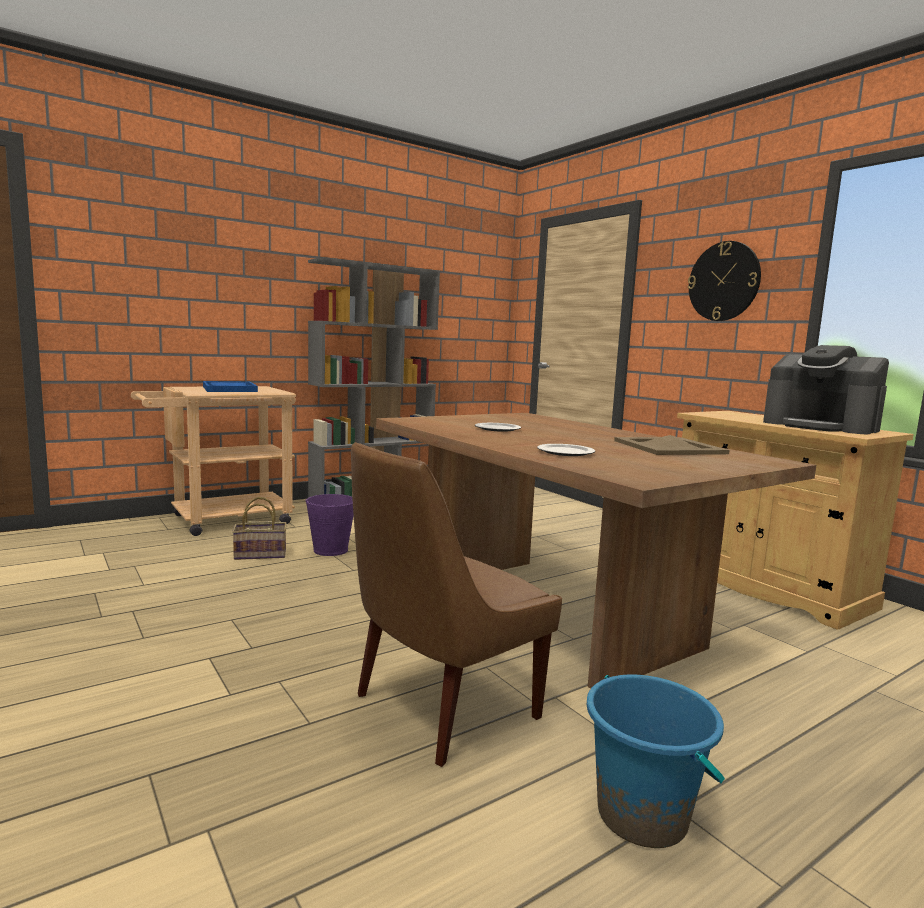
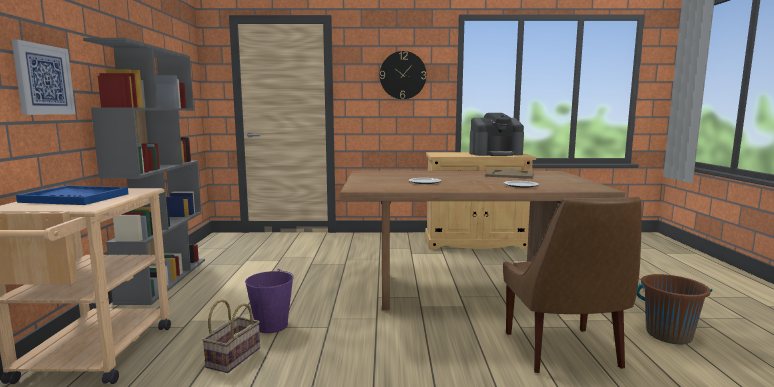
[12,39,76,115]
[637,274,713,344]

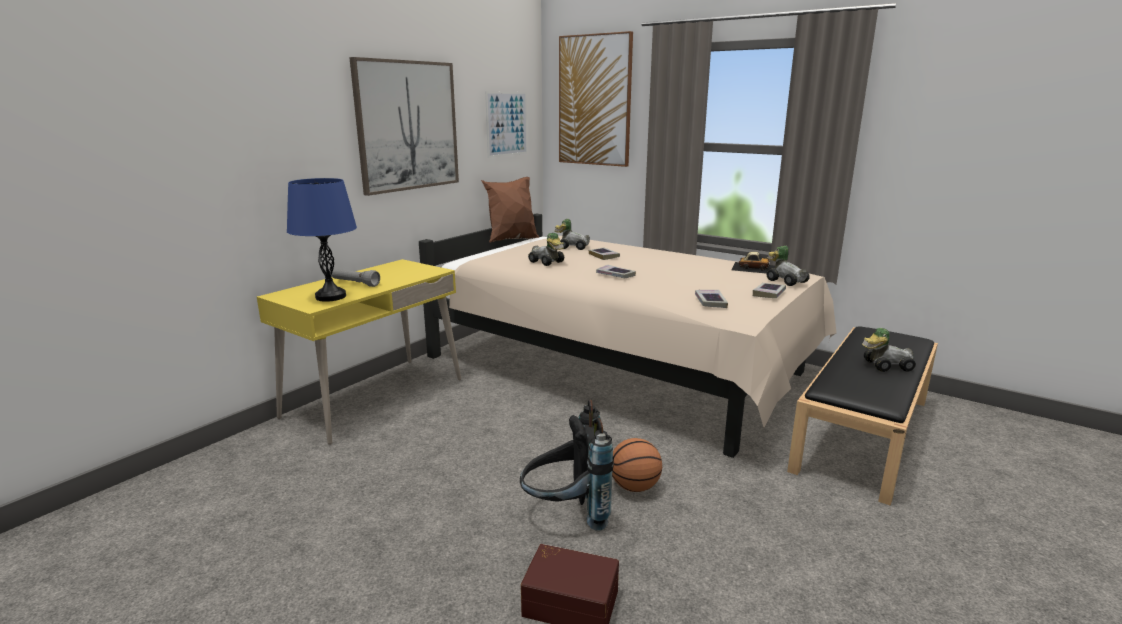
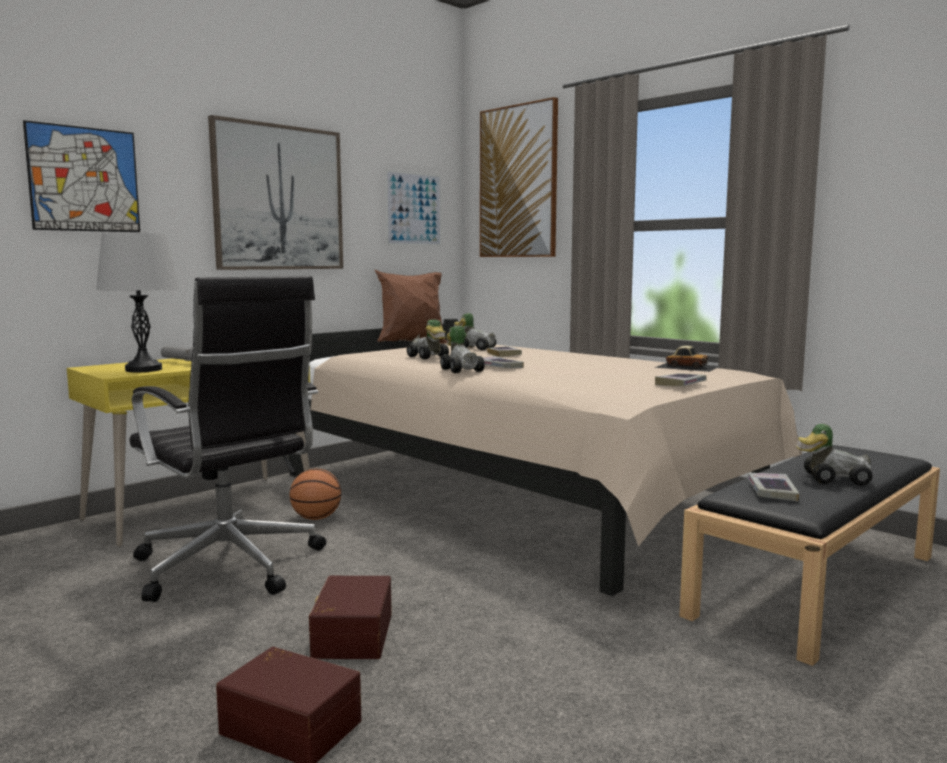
[23,120,140,232]
[129,276,326,602]
[289,468,342,520]
[748,473,799,501]
[440,326,485,373]
[309,576,392,659]
[96,232,179,372]

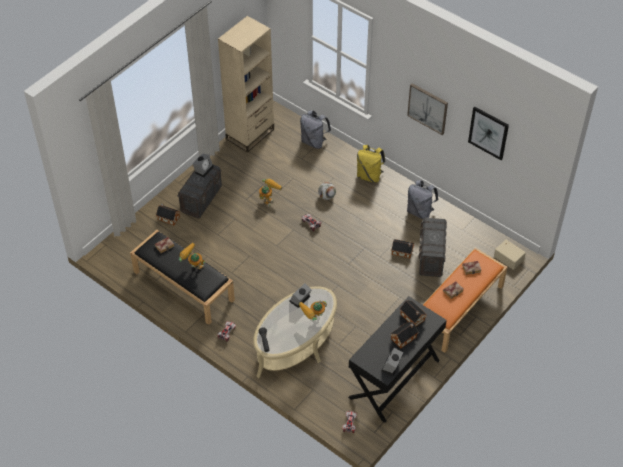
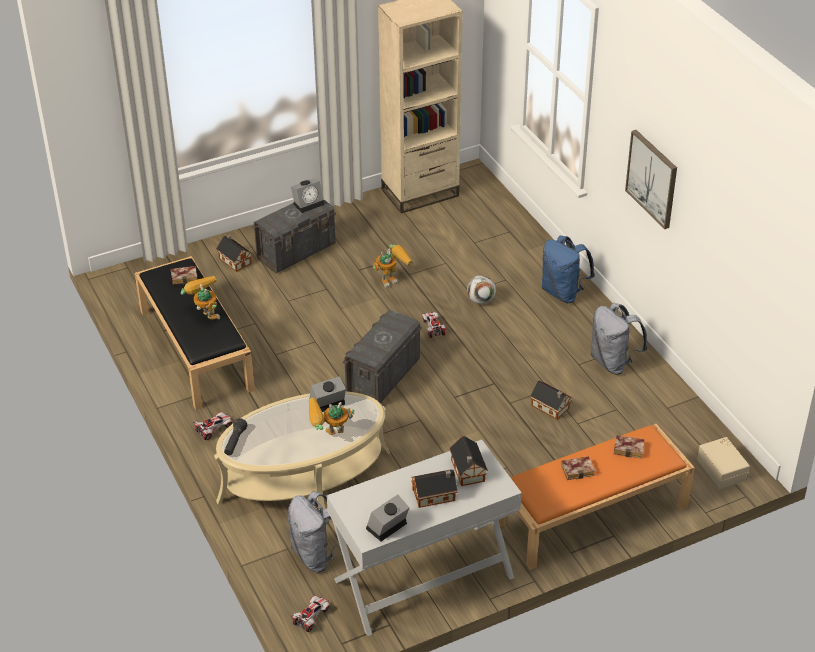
[468,107,509,160] (first image)
[288,491,348,572]
[343,310,422,403]
[327,440,522,636]
[542,236,595,303]

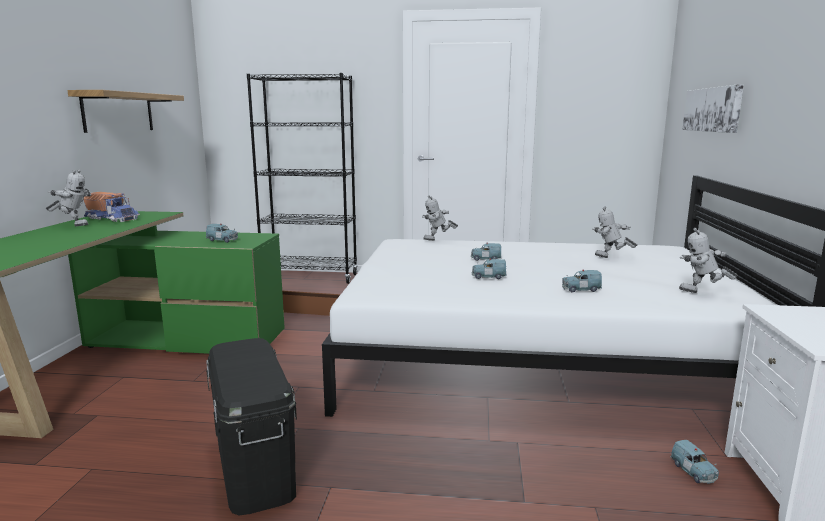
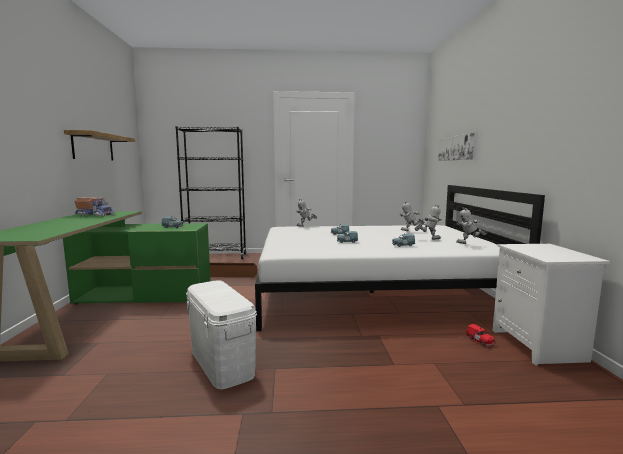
[414,205,442,240]
[186,280,257,389]
[466,324,495,347]

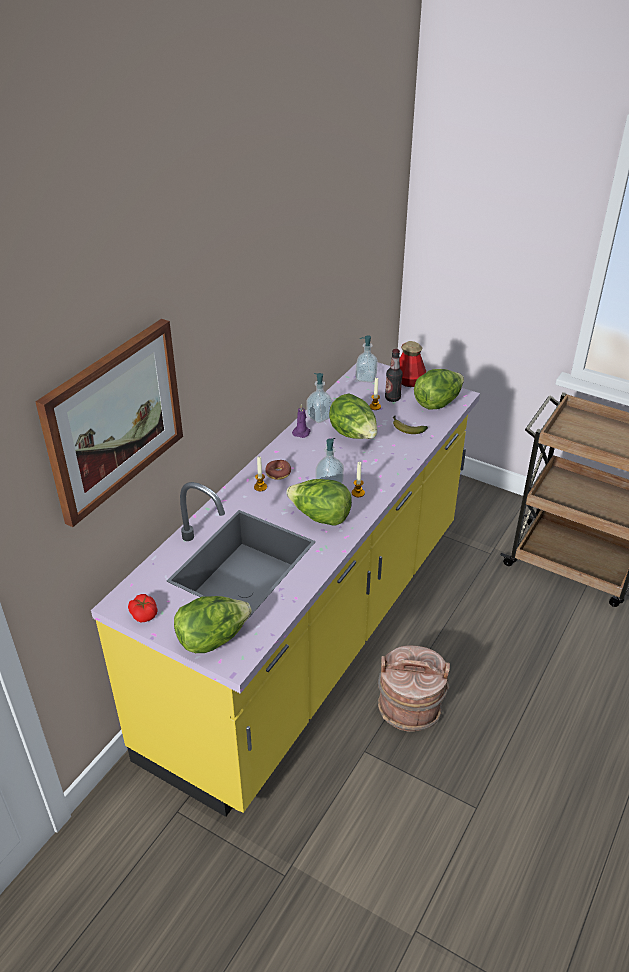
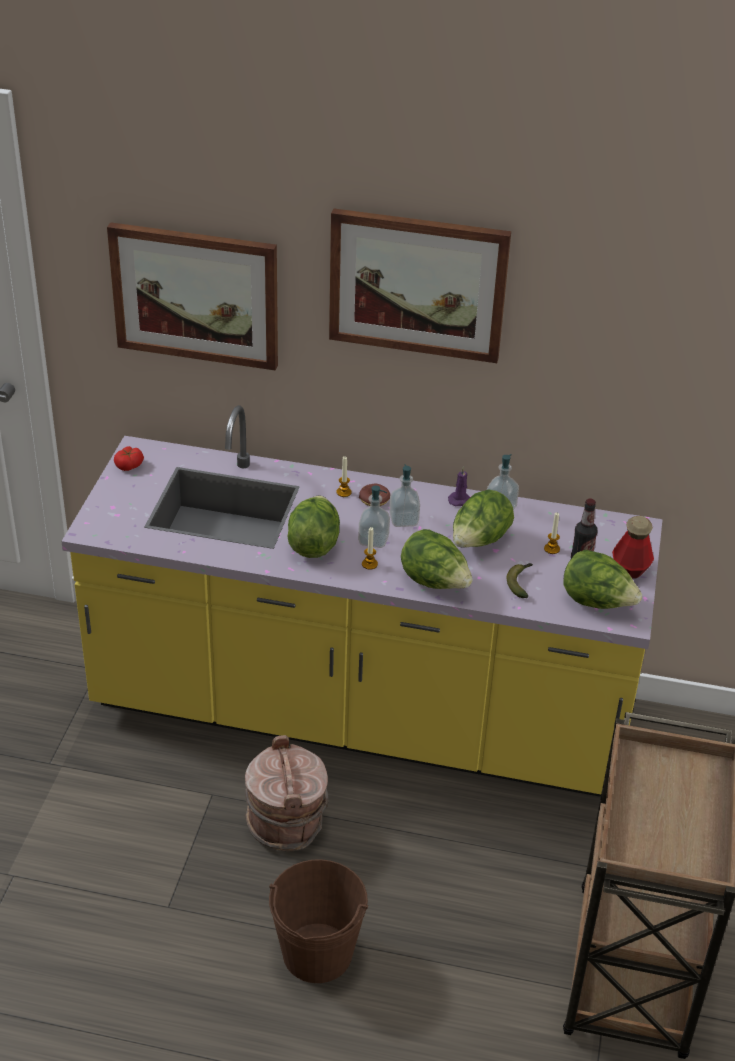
[269,859,368,983]
[329,209,511,363]
[401,529,473,589]
[389,464,420,527]

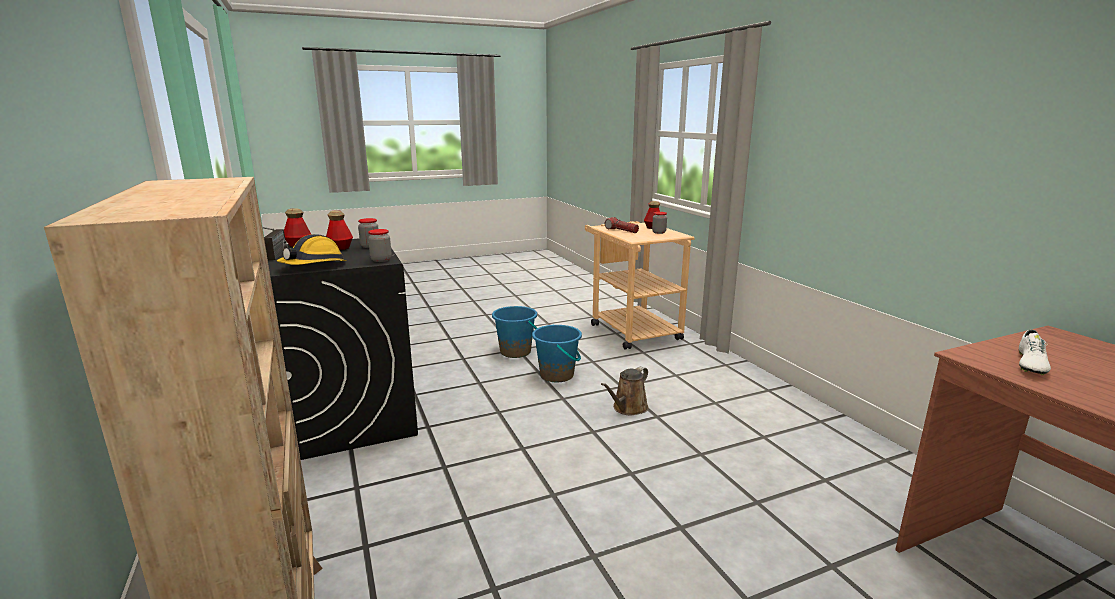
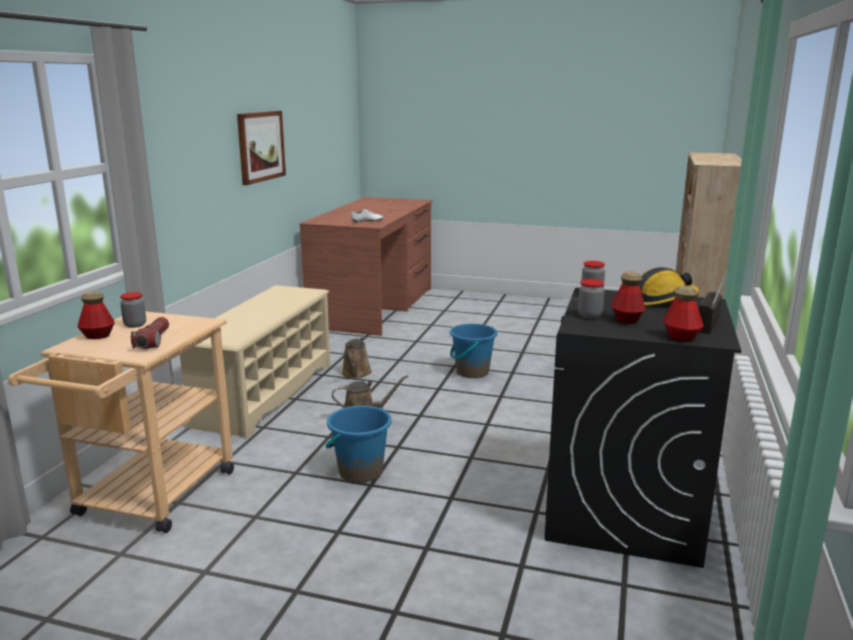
[180,285,330,439]
[237,111,286,185]
[341,337,372,379]
[450,324,498,378]

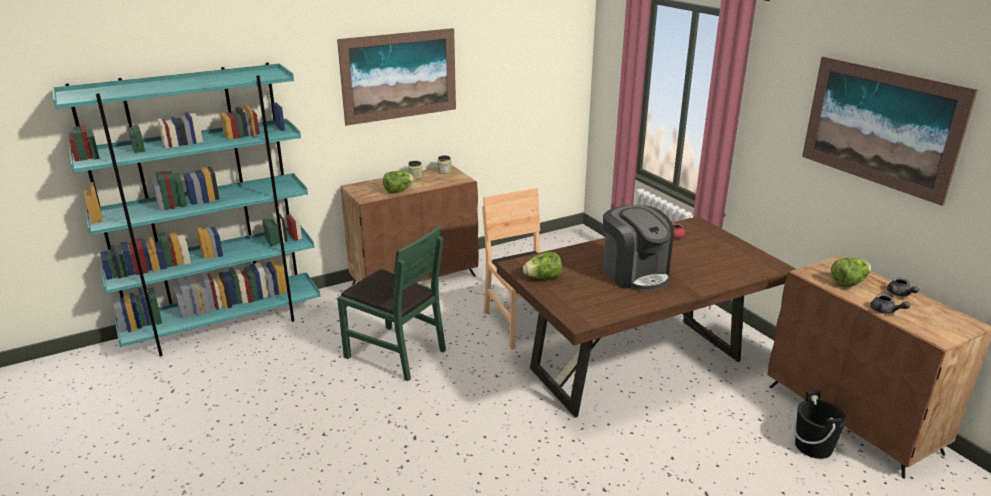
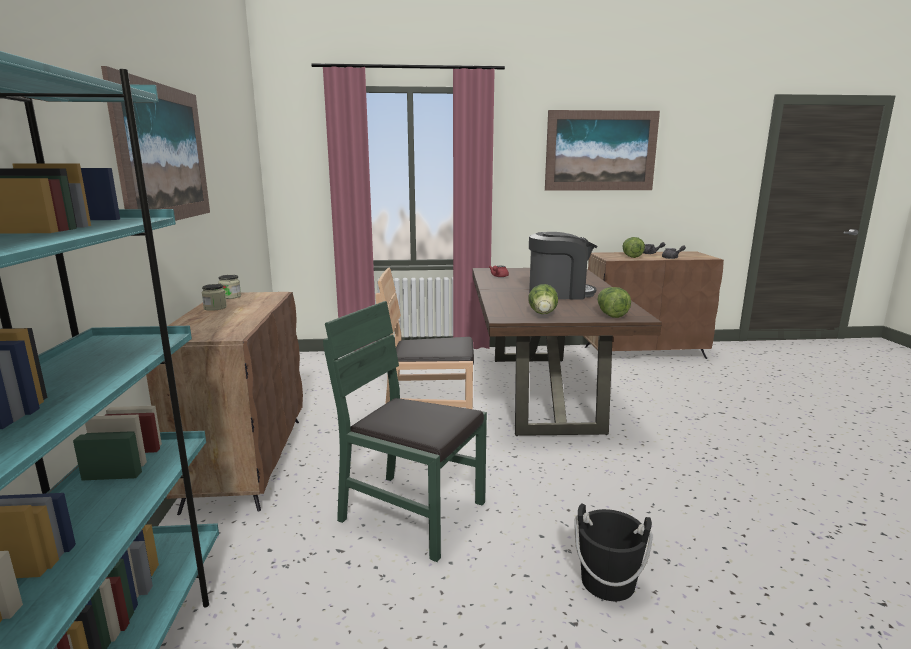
[597,287,631,318]
[574,503,653,601]
[323,301,487,562]

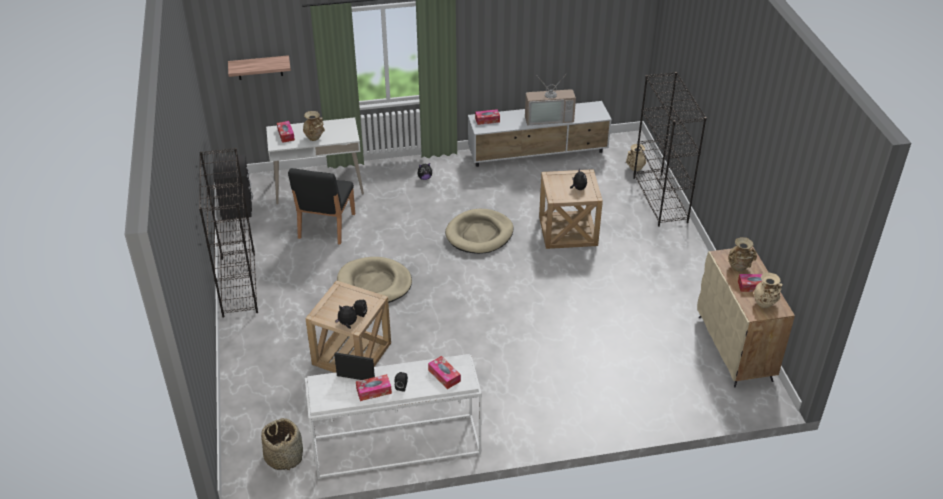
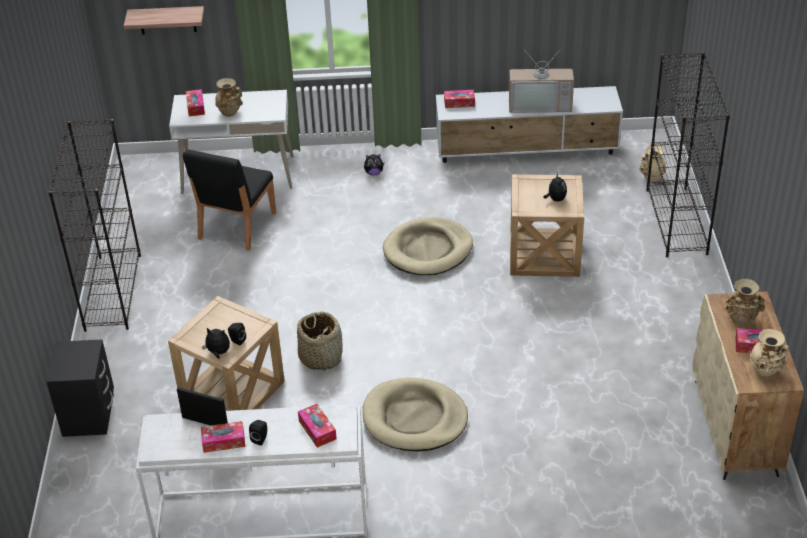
[46,339,114,437]
[297,311,343,371]
[362,378,468,451]

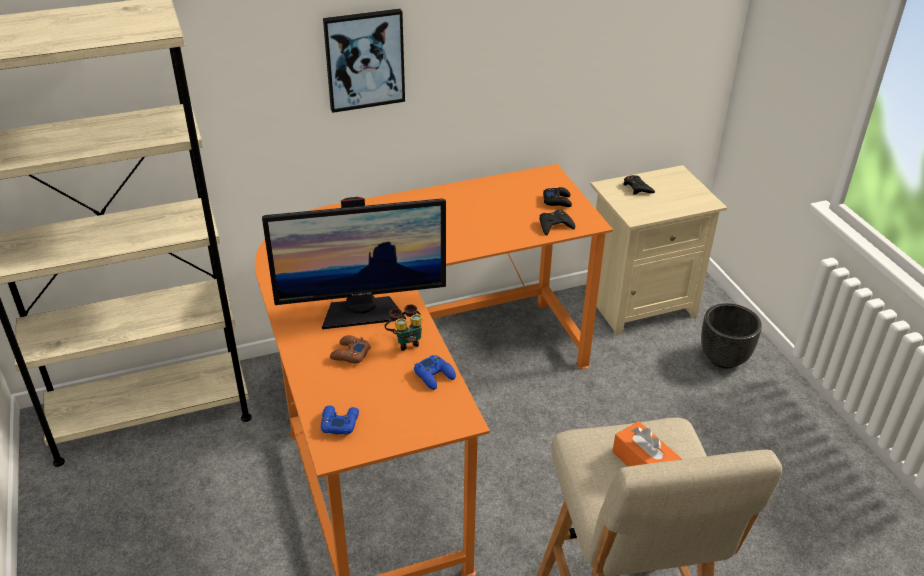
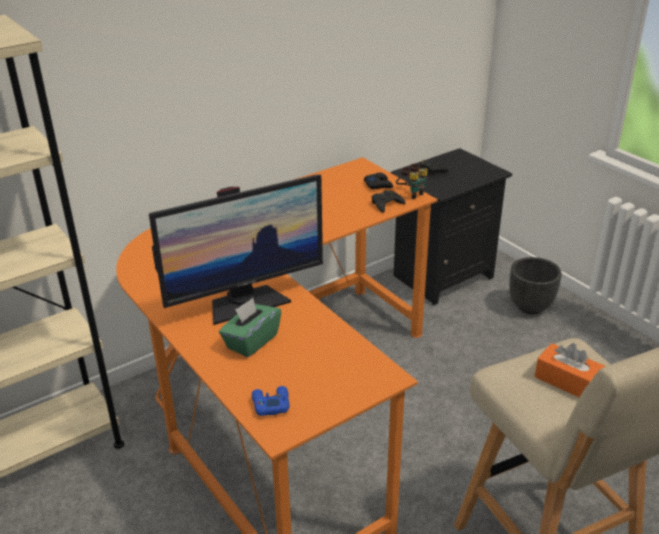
[323,9,405,113] (first image)
[414,355,456,390] (first image)
[396,164,428,199]
[219,298,281,357]
[390,148,512,306]

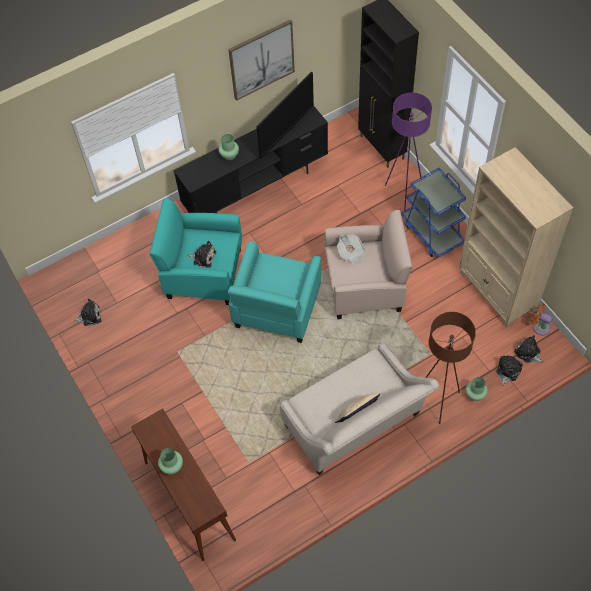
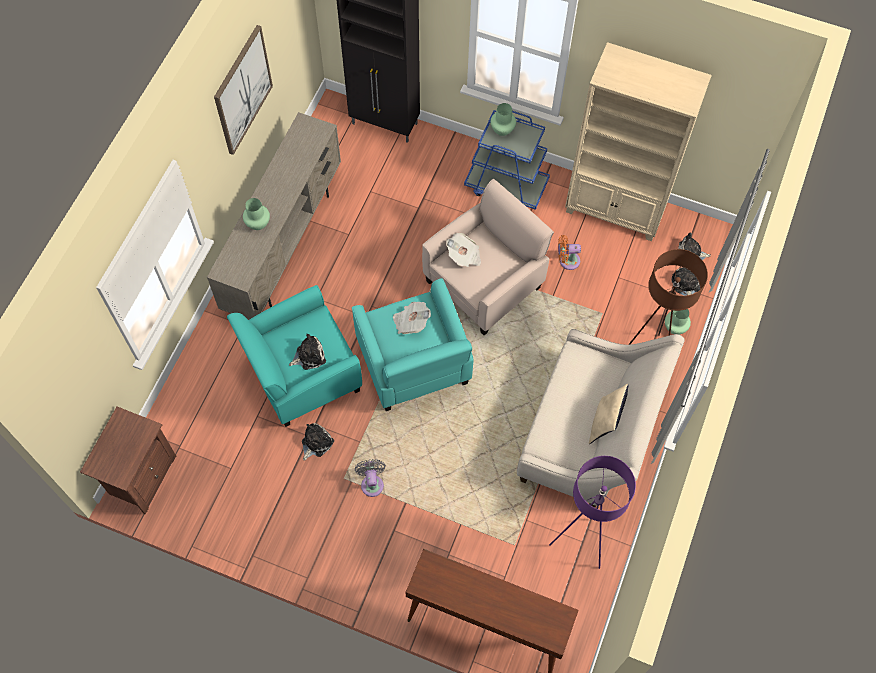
[257,72,314,159] (first image)
[80,407,176,515]
[355,459,386,497]
[393,302,431,334]
[302,423,334,461]
[491,103,516,136]
[549,456,636,569]
[558,235,581,270]
[207,112,341,320]

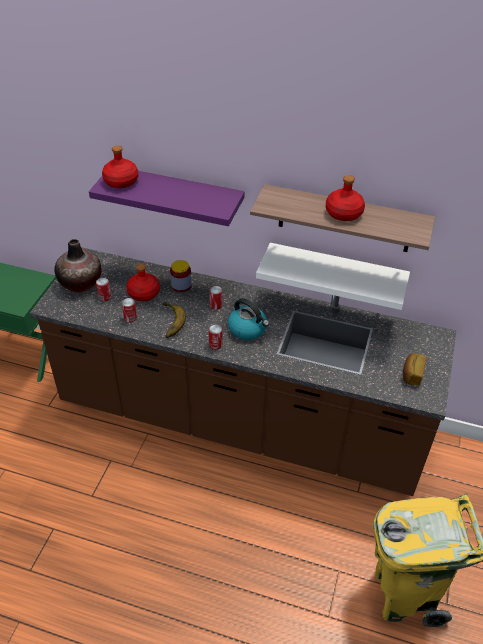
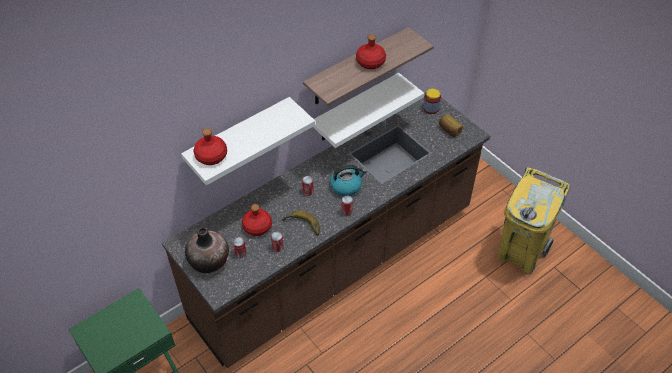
[423,89,441,114]
[181,97,315,185]

